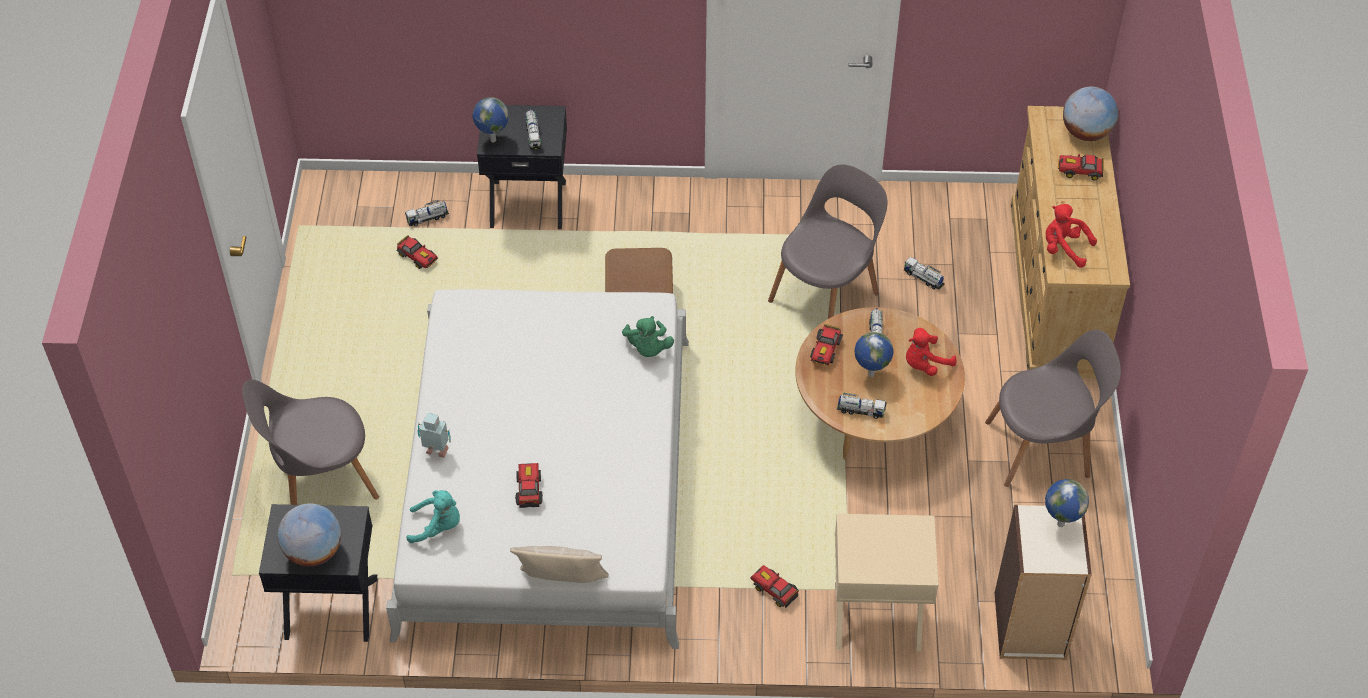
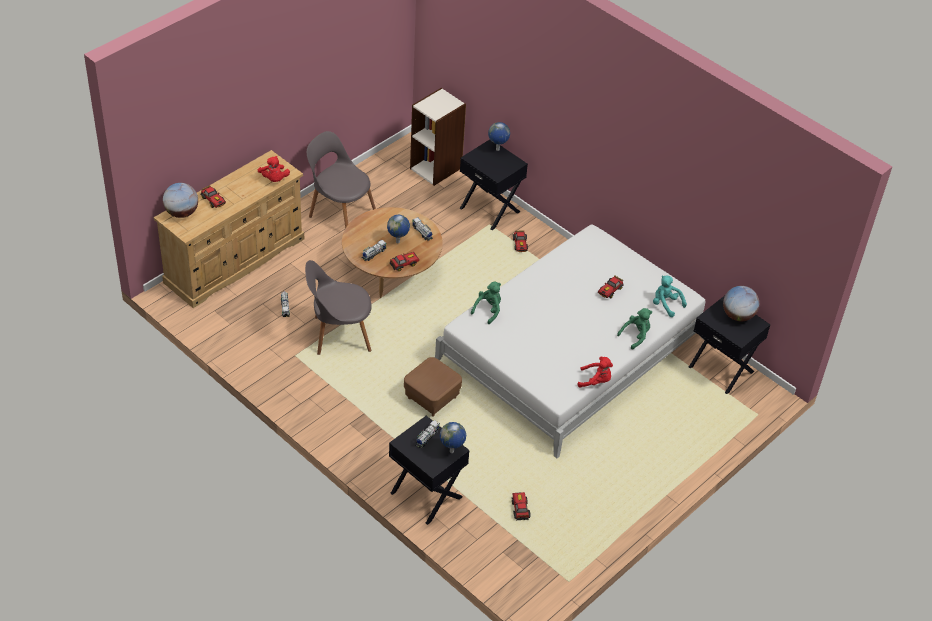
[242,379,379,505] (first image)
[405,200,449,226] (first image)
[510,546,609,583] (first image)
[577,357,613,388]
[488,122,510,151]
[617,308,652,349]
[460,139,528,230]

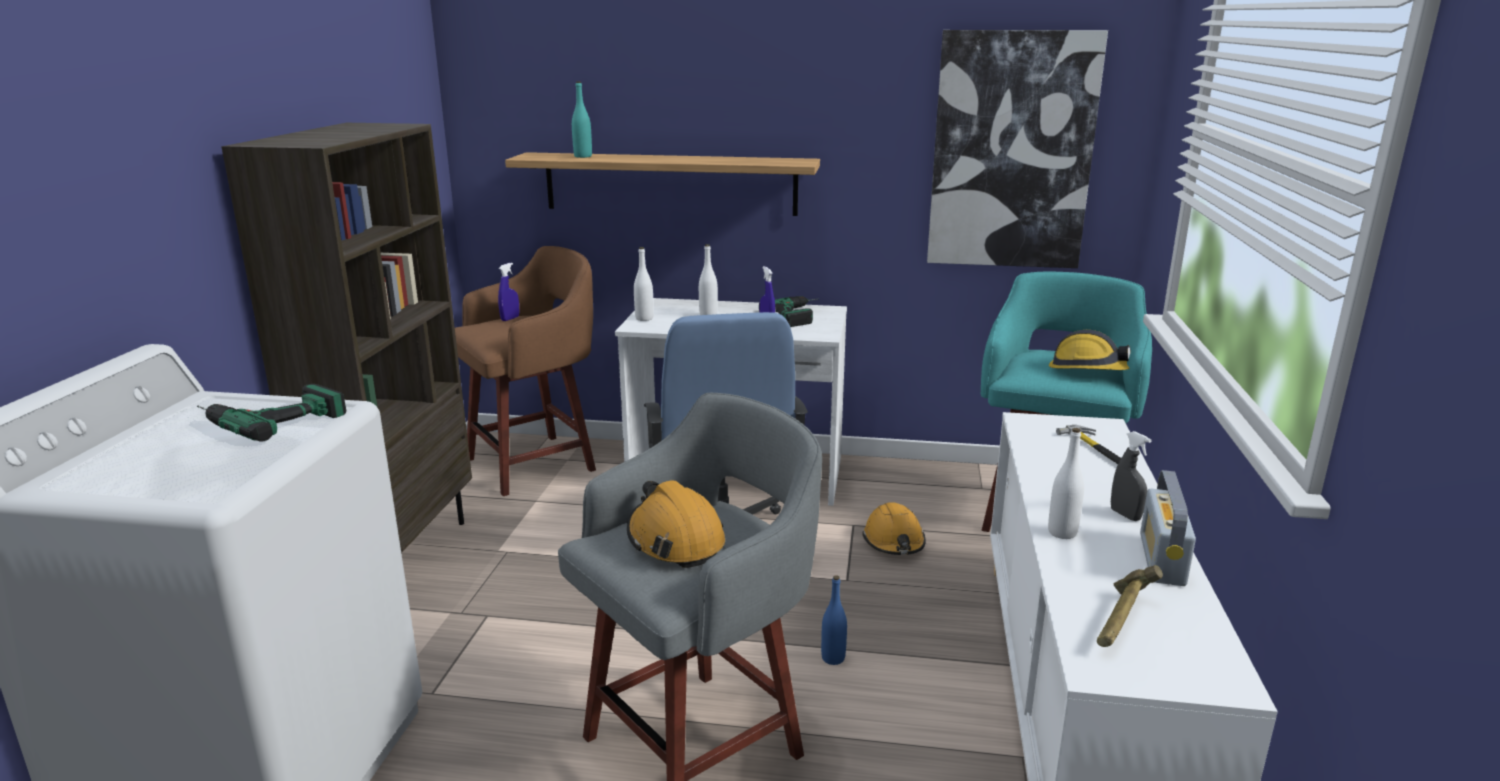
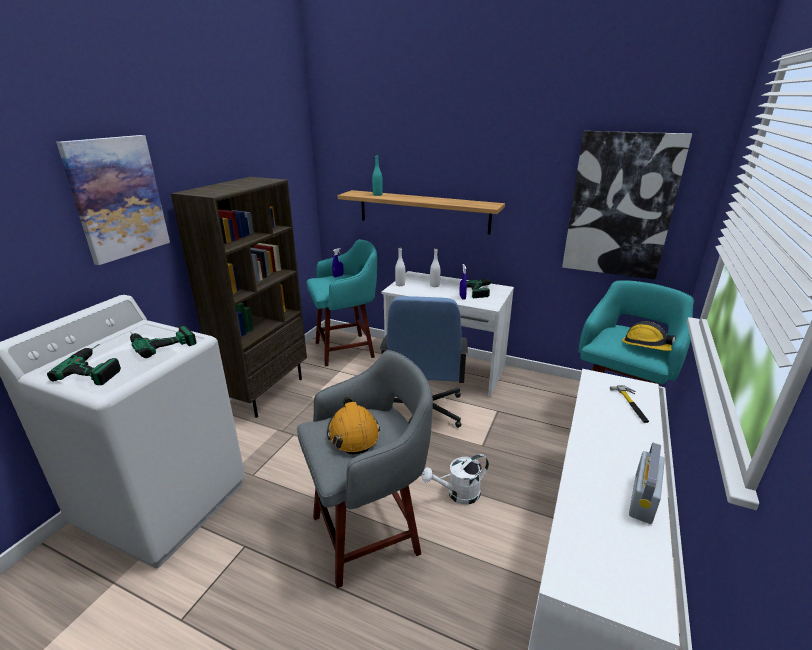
[862,502,926,555] (first image)
[1048,428,1084,539] (first image)
[1097,565,1163,647] (first image)
[1111,431,1152,521] (first image)
[47,344,121,385]
[56,135,170,265]
[422,454,489,505]
[307,239,377,367]

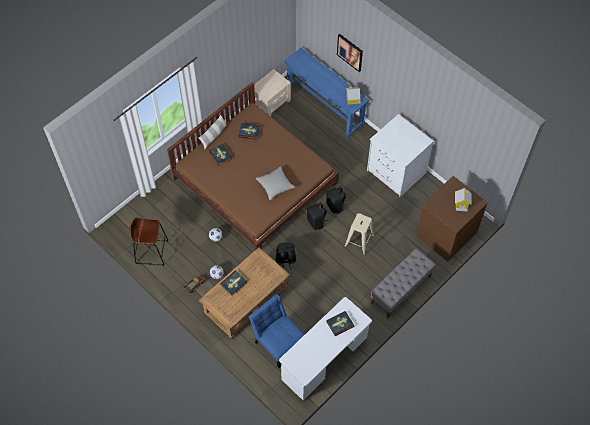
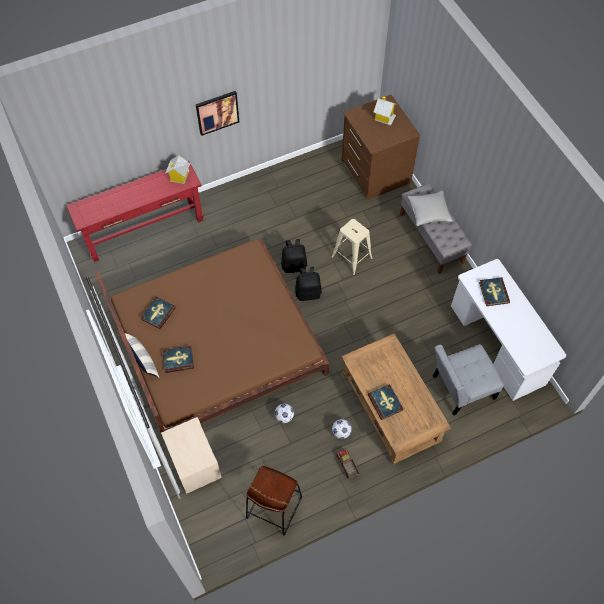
[276,243,296,270] (first image)
[367,114,434,197] (first image)
[161,417,222,494]
[408,191,453,226]
[196,91,239,136]
[433,344,504,416]
[66,161,204,262]

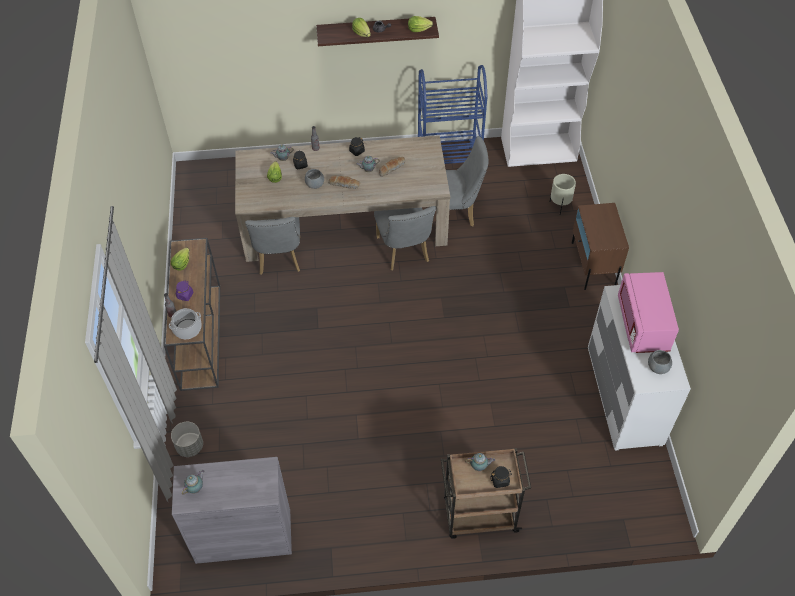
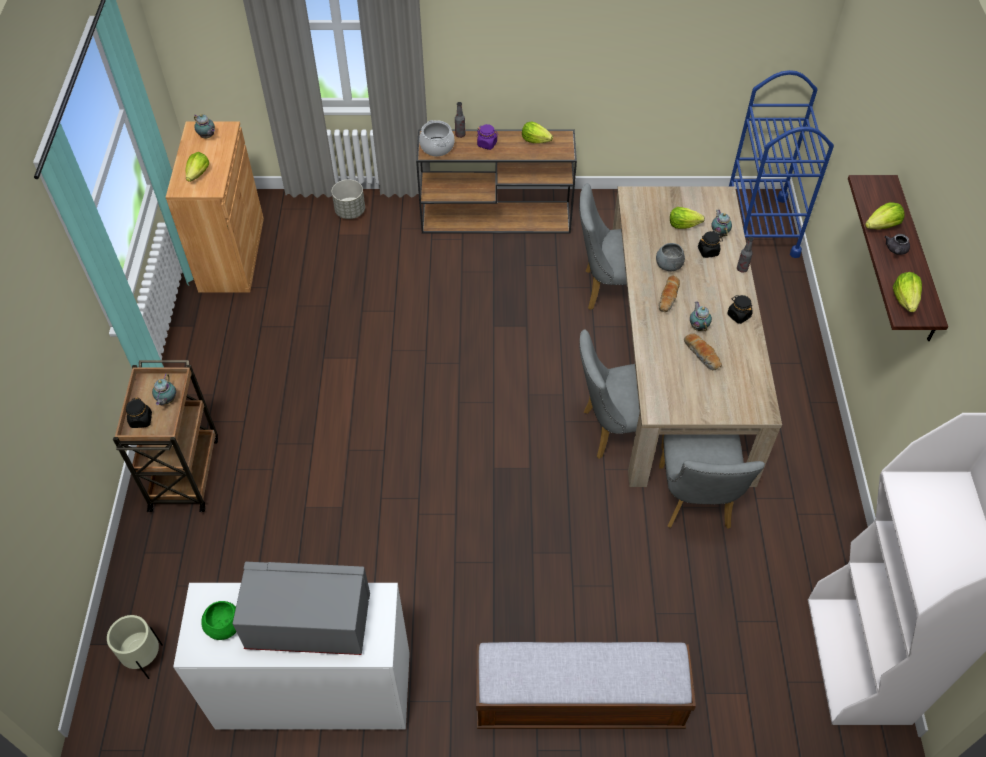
[186,152,209,182]
[729,70,834,258]
[107,615,163,679]
[476,642,696,729]
[166,121,264,293]
[233,562,370,655]
[201,601,236,640]

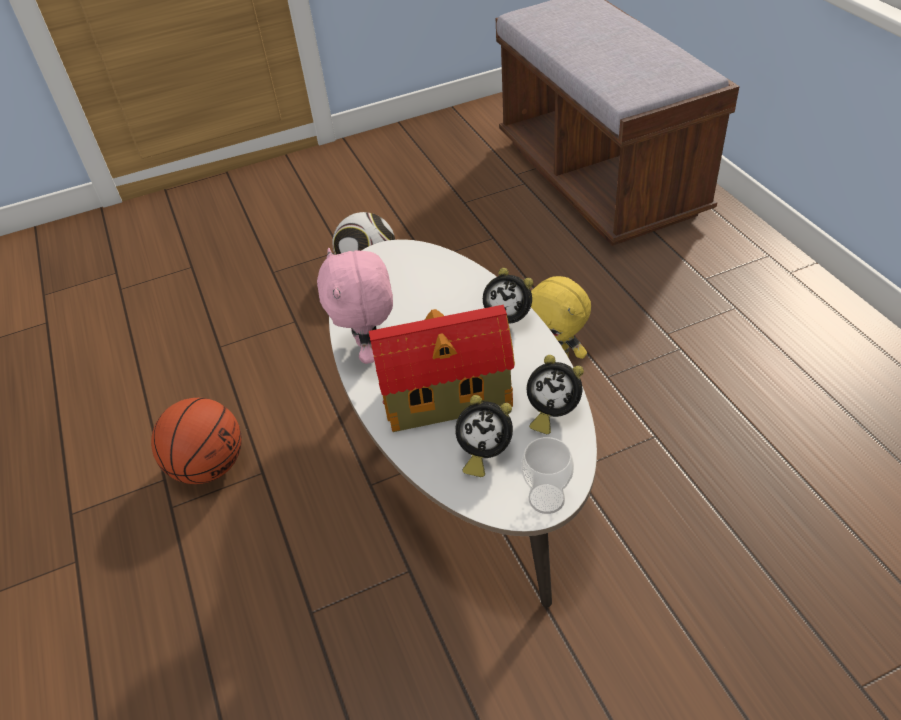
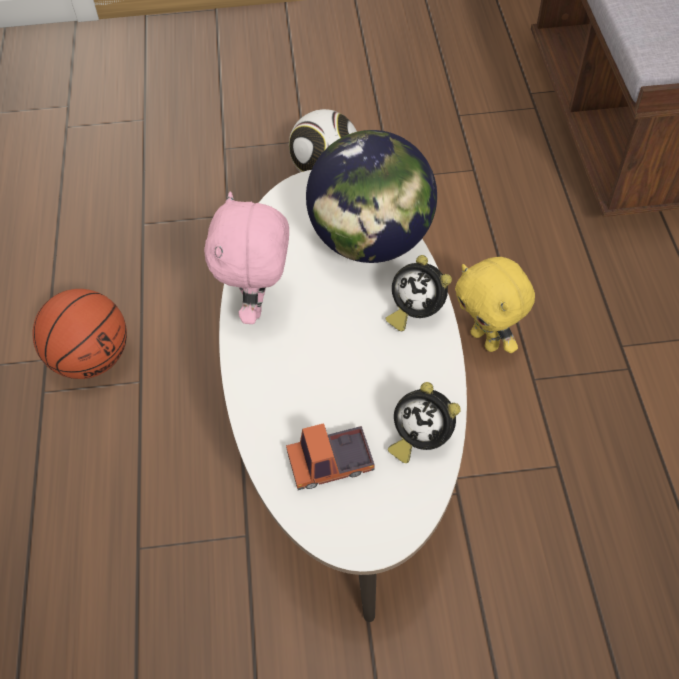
[369,305,515,432] (first image)
[521,437,574,514] (first image)
[306,130,437,263]
[286,423,375,490]

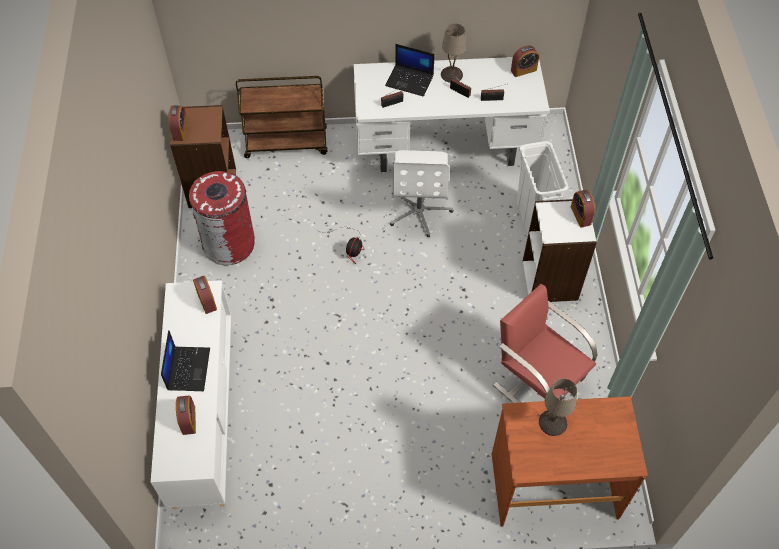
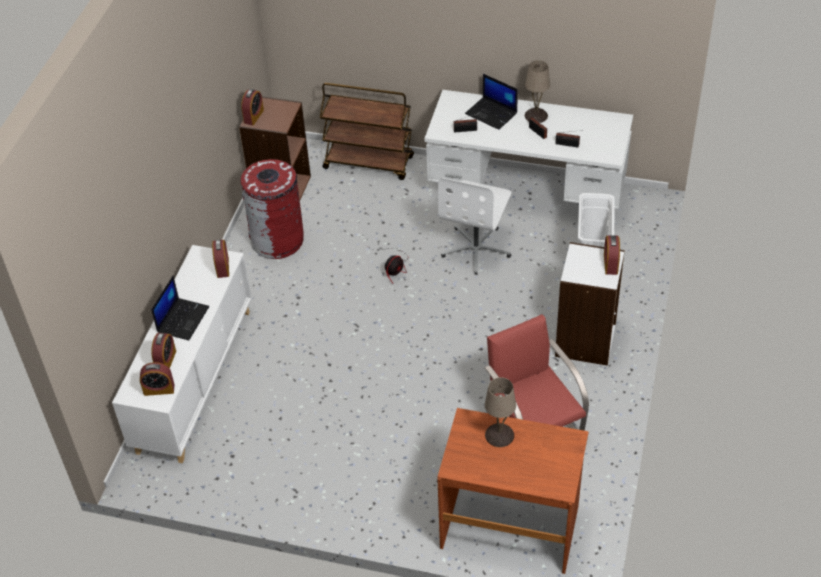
[140,362,175,396]

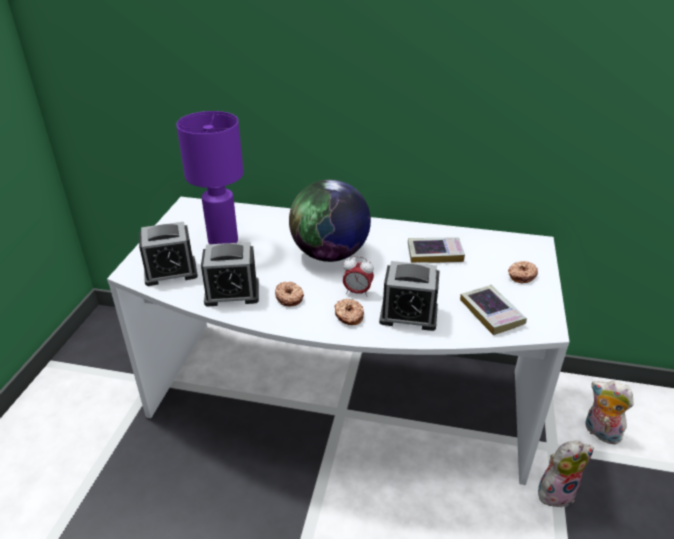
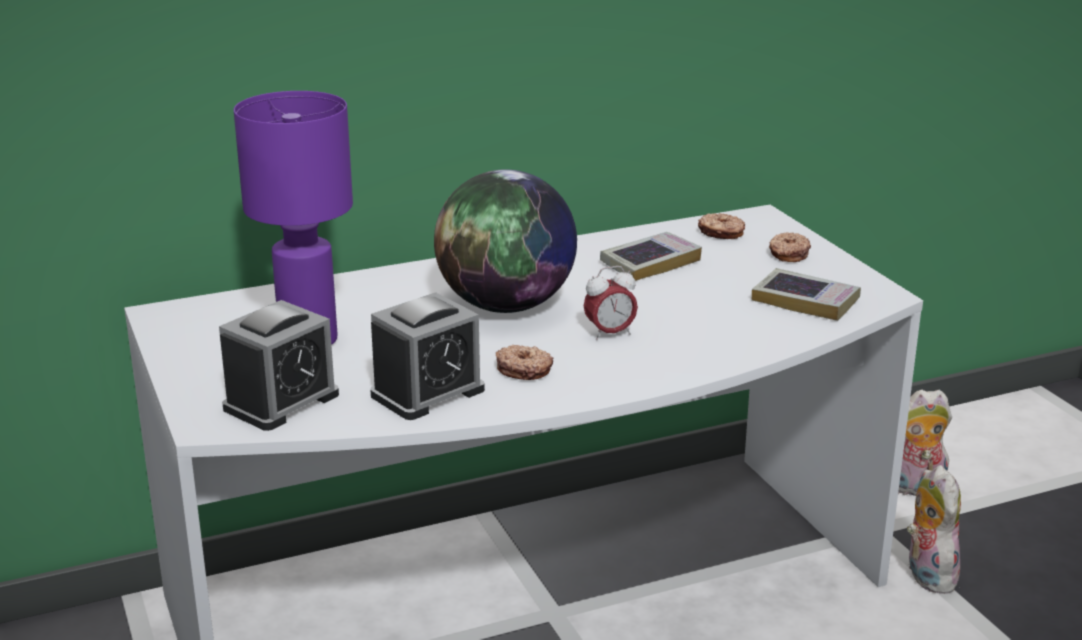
[379,261,440,331] (first image)
[698,213,745,239]
[907,465,961,594]

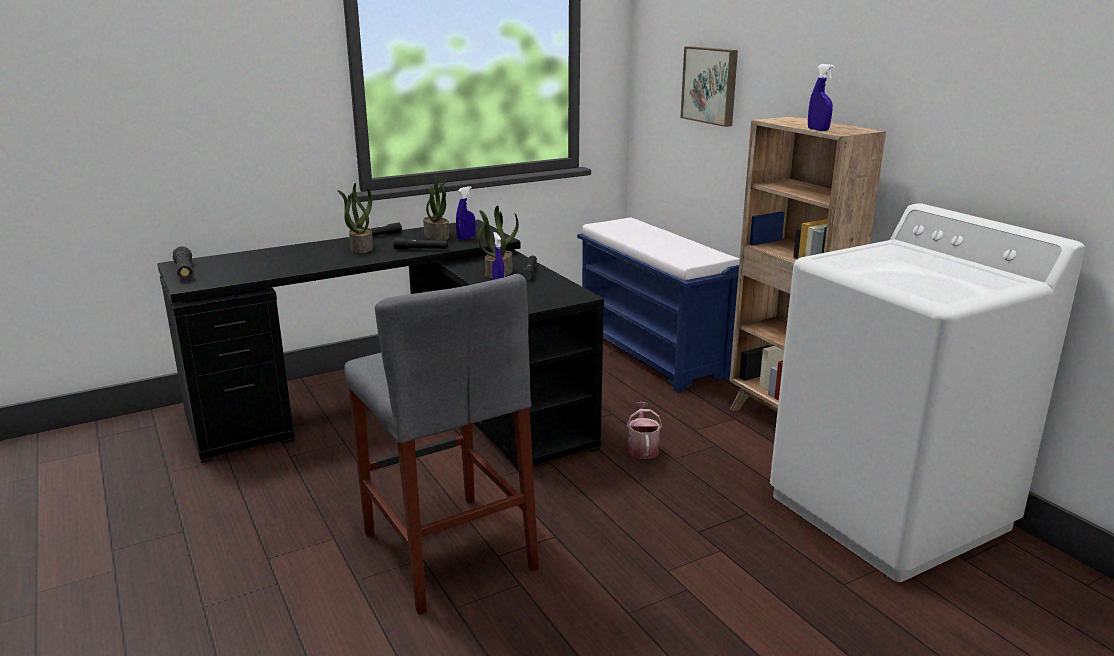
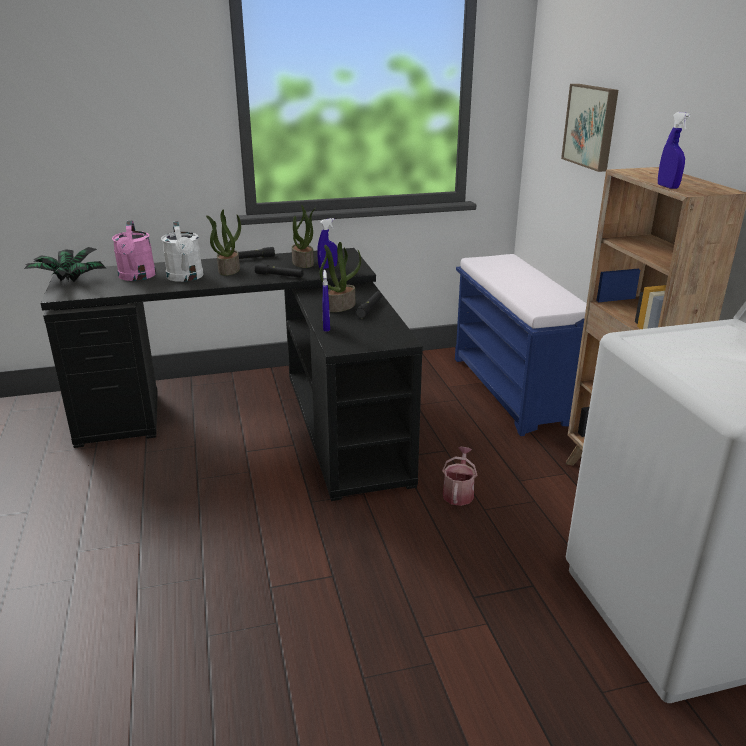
[344,274,539,615] (first image)
[112,221,156,281]
[161,221,204,282]
[24,247,106,282]

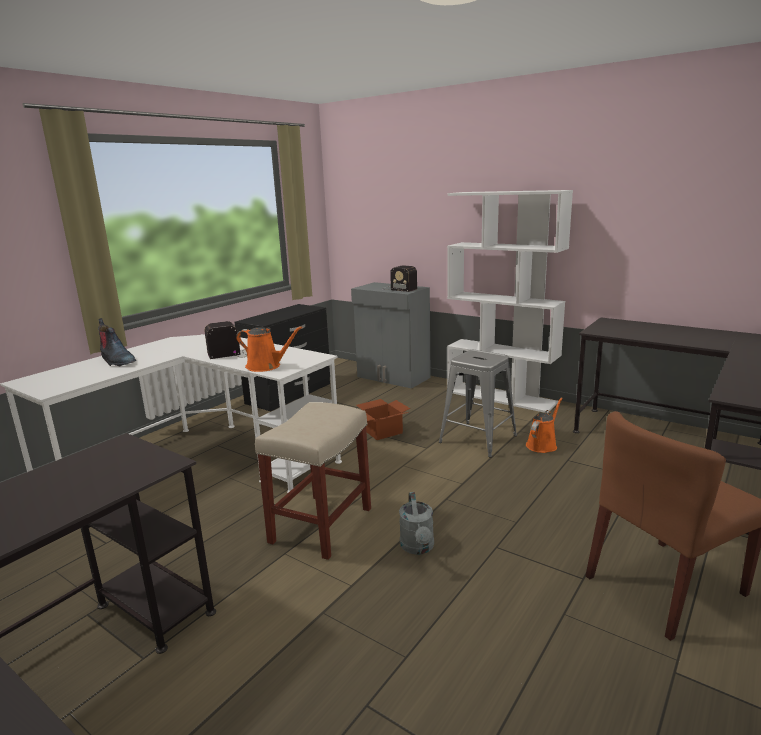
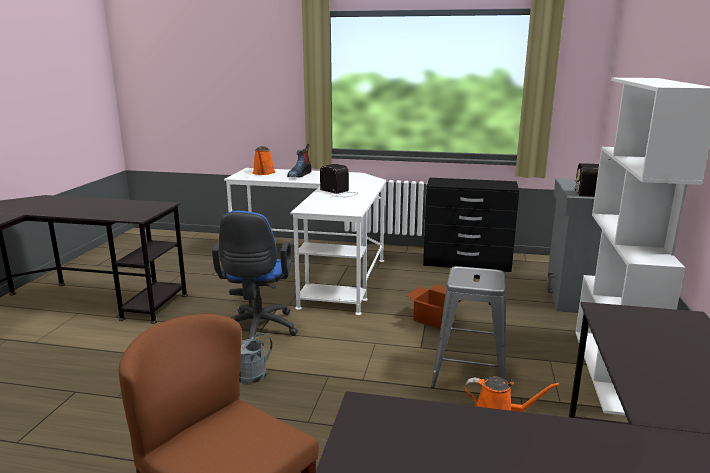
[253,146,275,175]
[212,211,298,339]

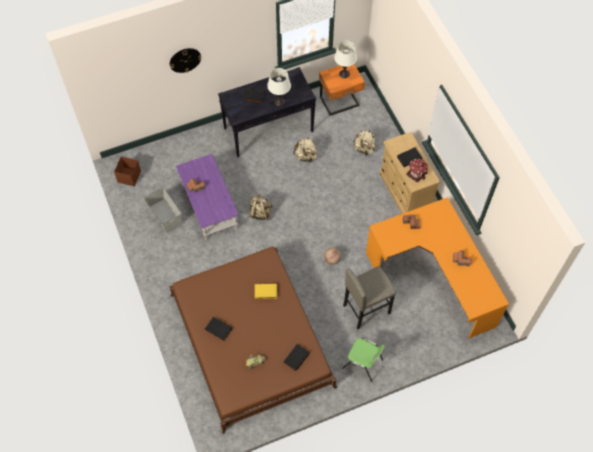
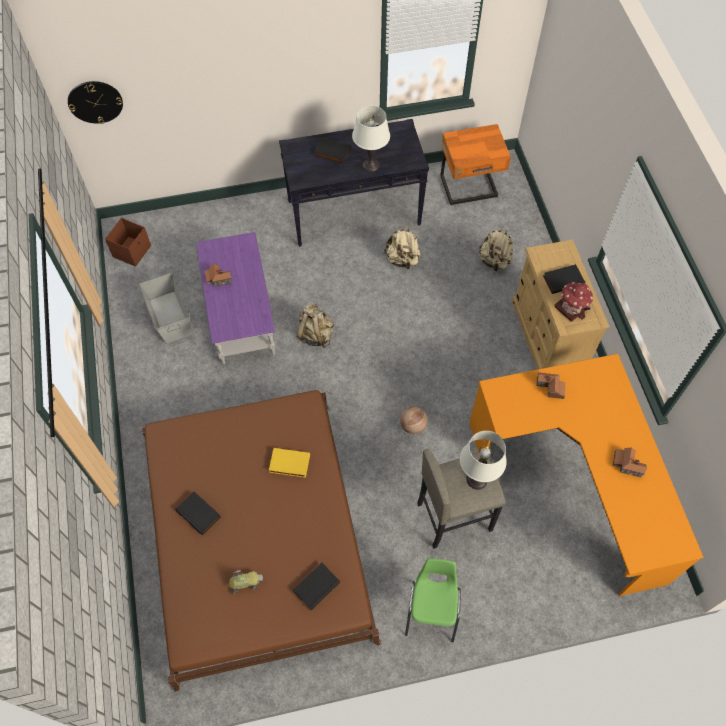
[68,81,123,124]
[460,431,507,490]
[405,558,461,642]

